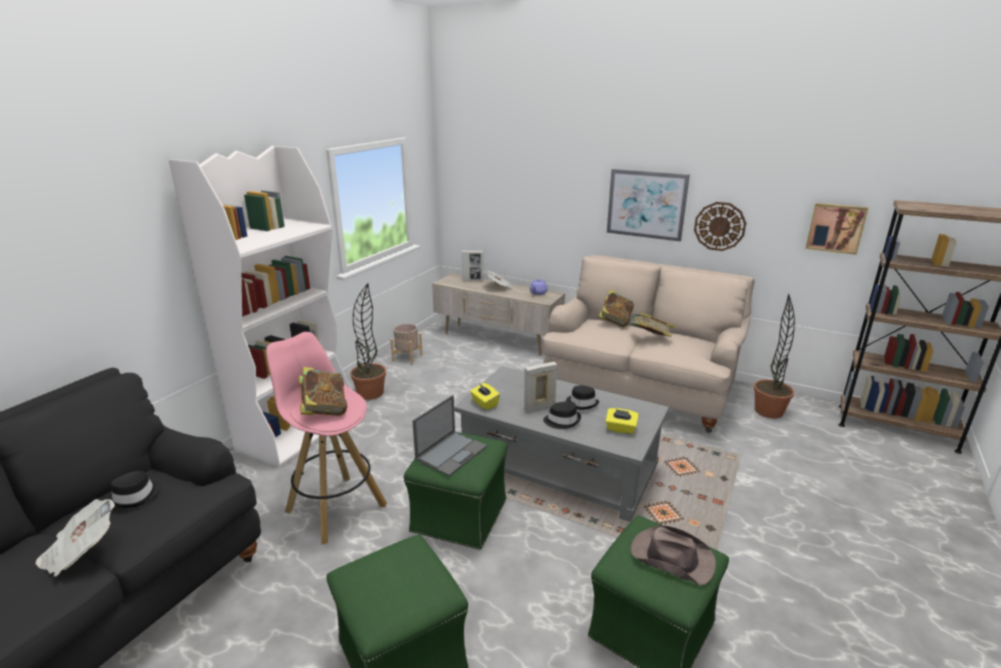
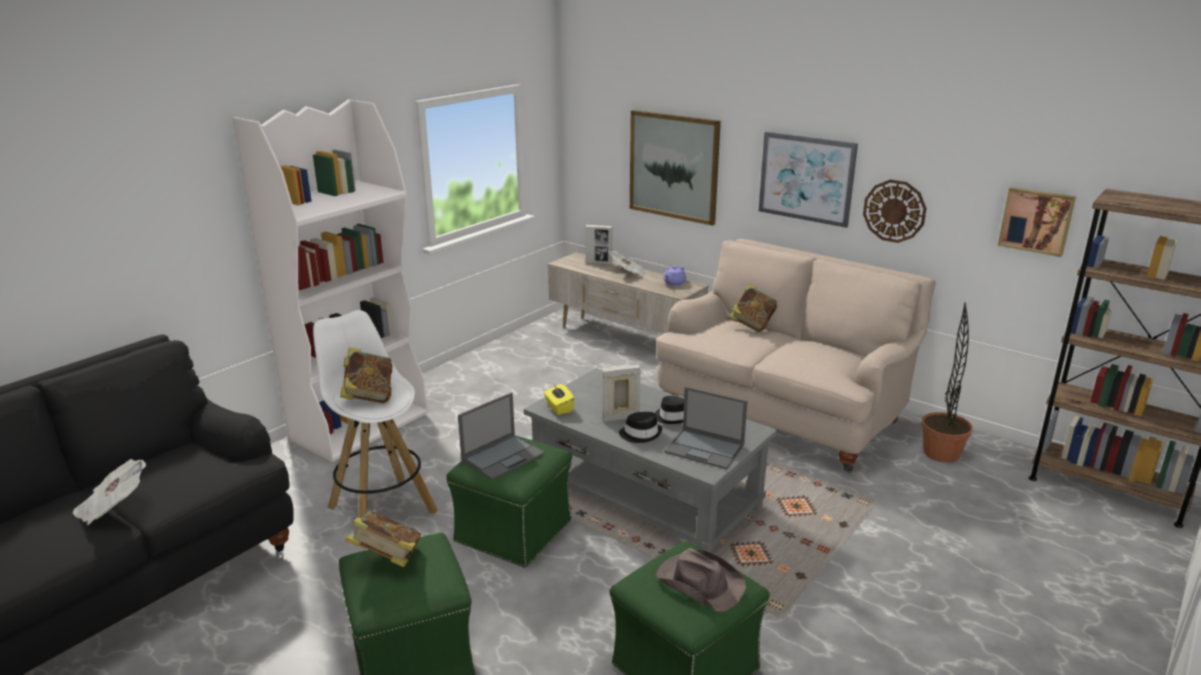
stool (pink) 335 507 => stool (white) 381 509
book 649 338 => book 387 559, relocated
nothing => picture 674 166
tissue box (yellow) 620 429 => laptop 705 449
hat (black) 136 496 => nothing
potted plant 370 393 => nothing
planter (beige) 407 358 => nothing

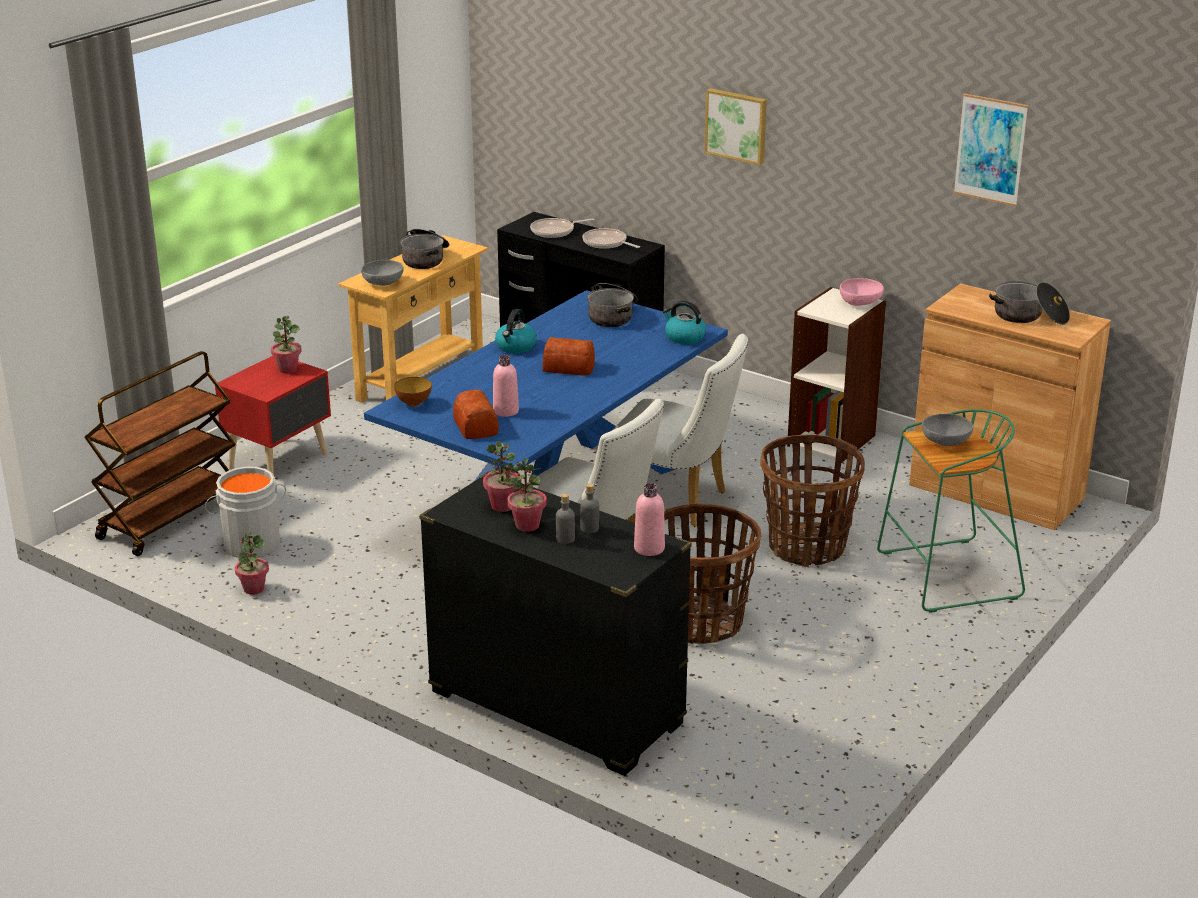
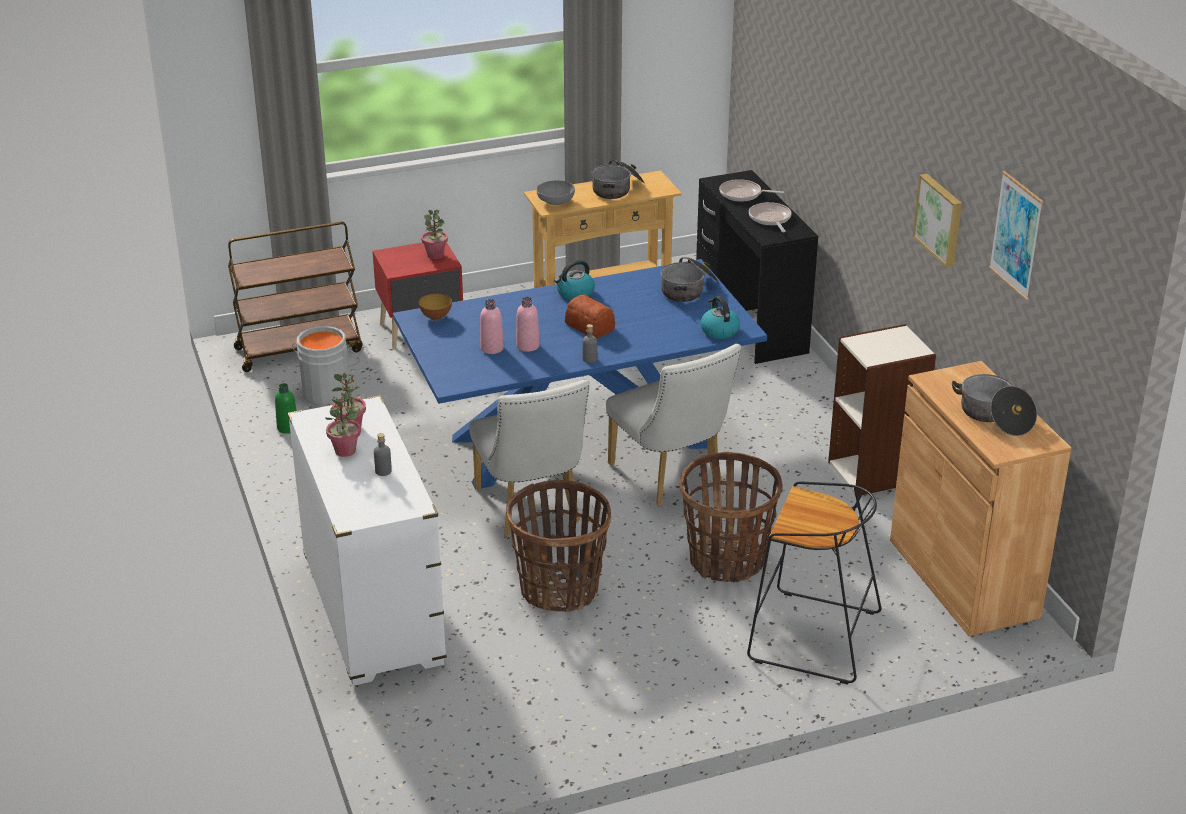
potted plant 253 589 => bottle (green) 288 428
dresser (black) 555 708 => dresser (white) 372 611
bottle (pink) 649 548 => bottle (pink) 527 346, relocated
bottle (grey) 565 539 => bottle (grey) 589 359, relocated
stool (green) 946 577 => stool (black) 811 637
picture 737 125 => picture 940 219, relocated
bread 476 426 => nothing
bowl (pink) 860 303 => nothing
bowl (grey) 946 443 => nothing

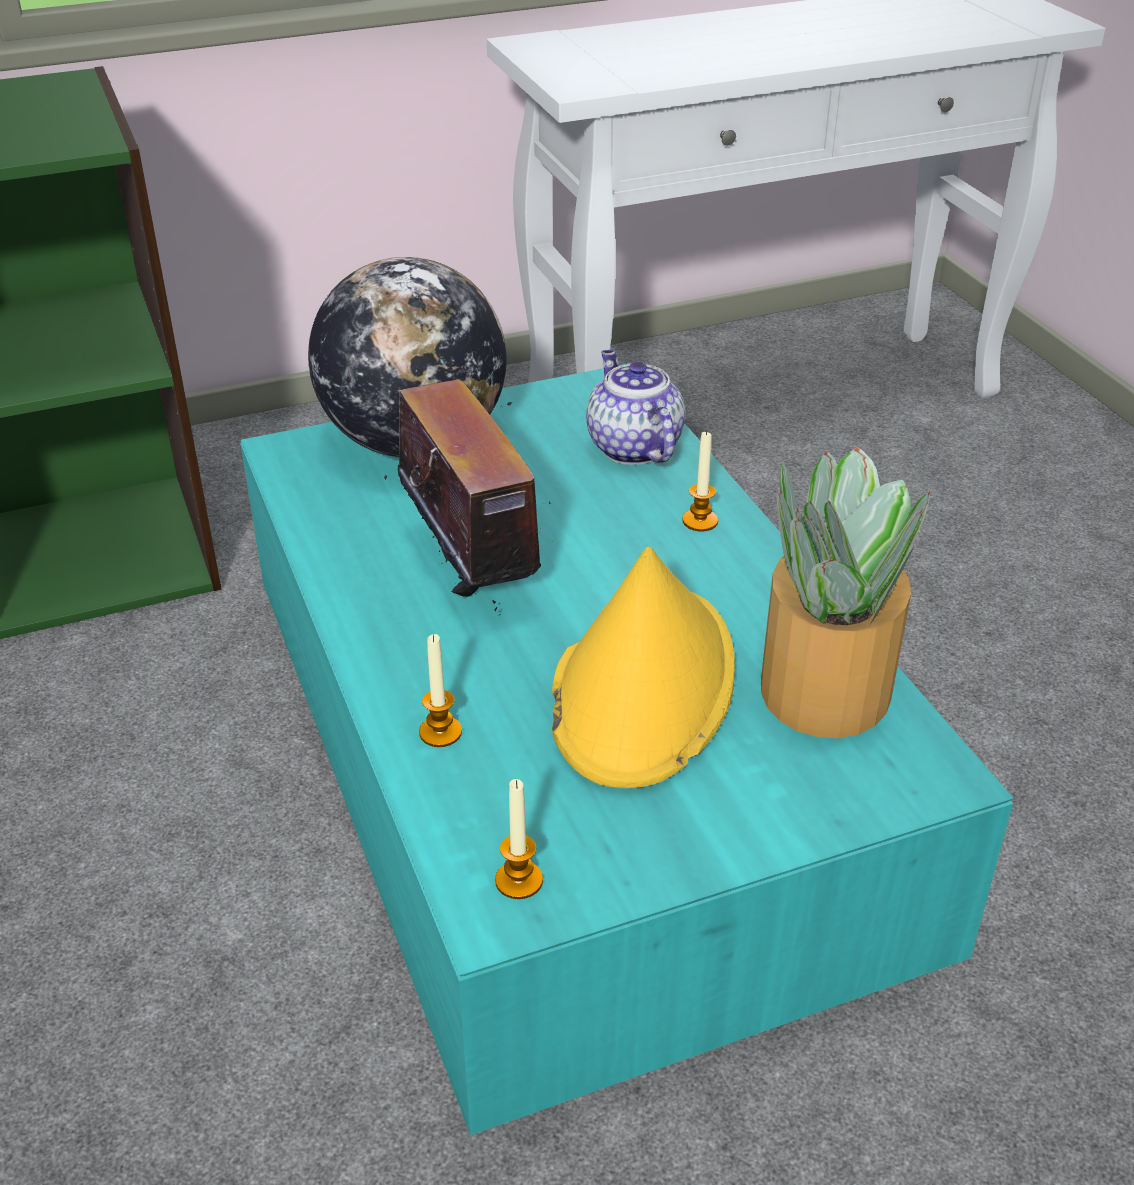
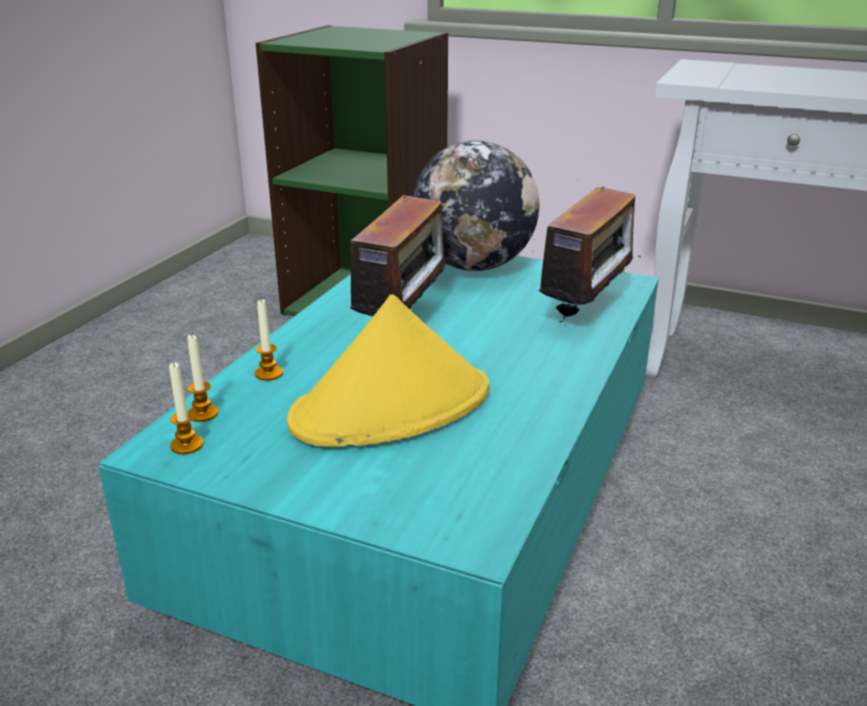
candle 700 521 => candle 203 413, relocated
teapot 632 447 => radio 586 310
potted plant 823 691 => nothing

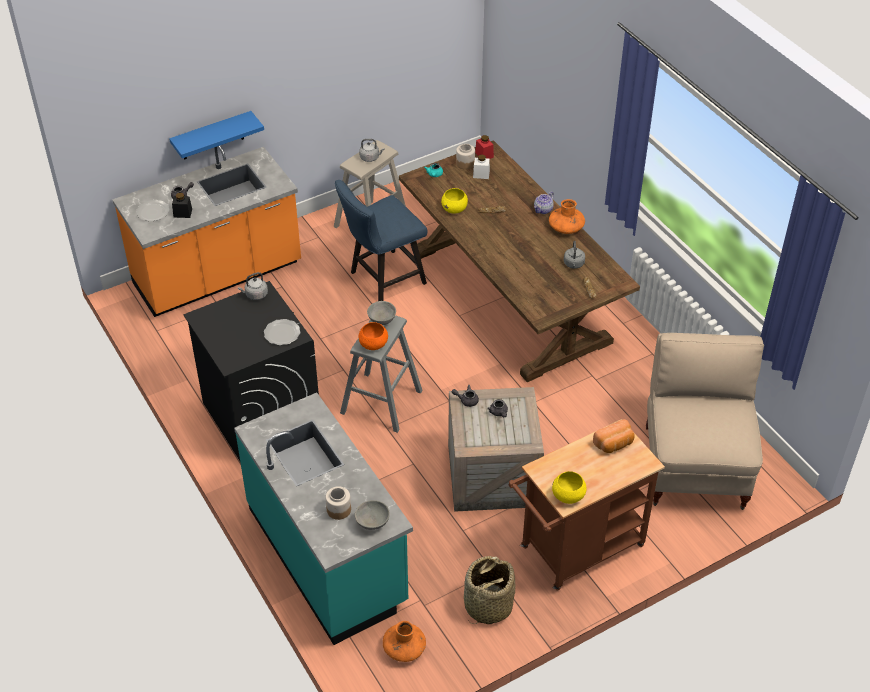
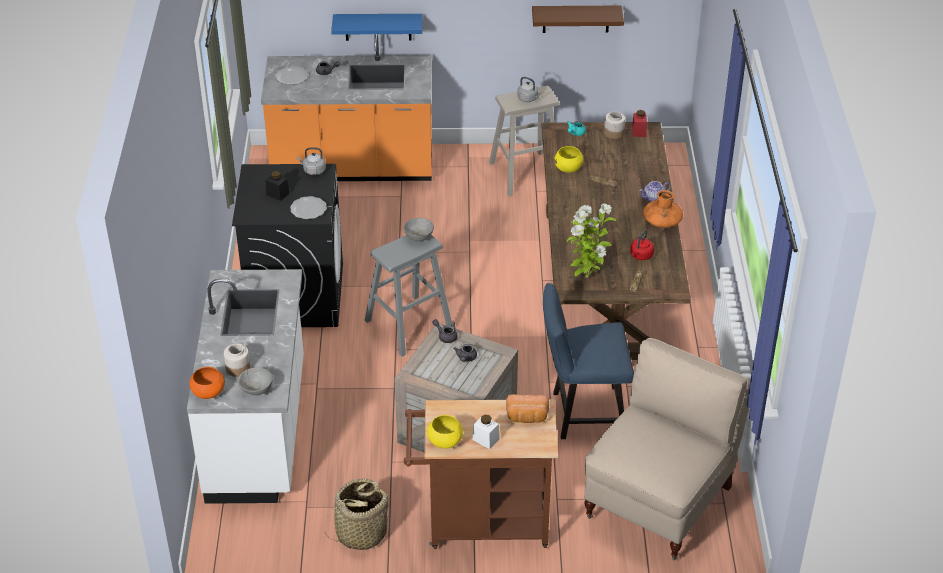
counter (turquoise) 328 555 => counter (white) 259 431
bowl (orange) 373 344 => bowl (orange) 208 392, relocated
jar (black) 183 213 => jar (black) 277 194, relocated
jar (white) 481 174 => jar (white) 486 439, relocated
nothing => shelf (brown) 576 18
chair (blue) 383 279 => chair (blue) 582 414, relocated
nothing => potted plant 586 277
kettle (grey) 573 264 => kettle (red) 640 256
vase (orange) 404 648 => nothing

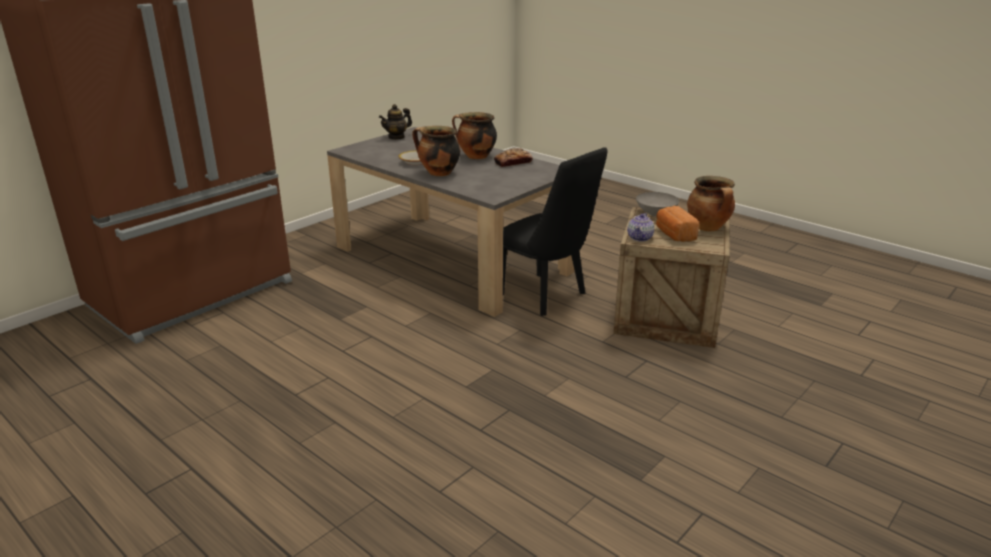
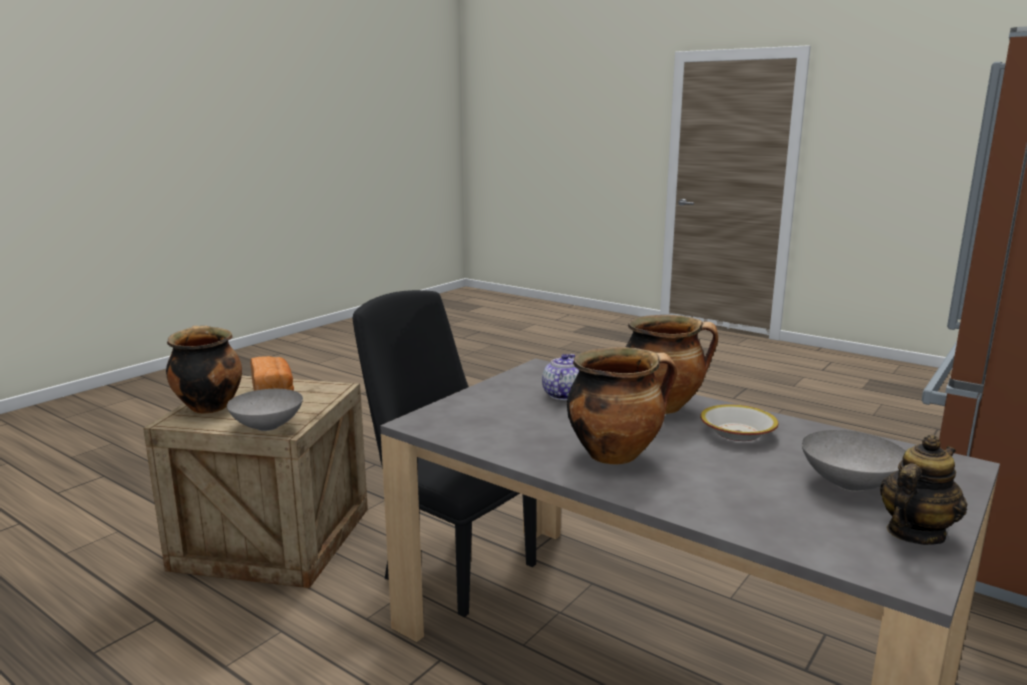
teapot 640 238 => teapot 563 395, relocated
nothing => bowl (grey) 851 484
bread 513 163 => nothing

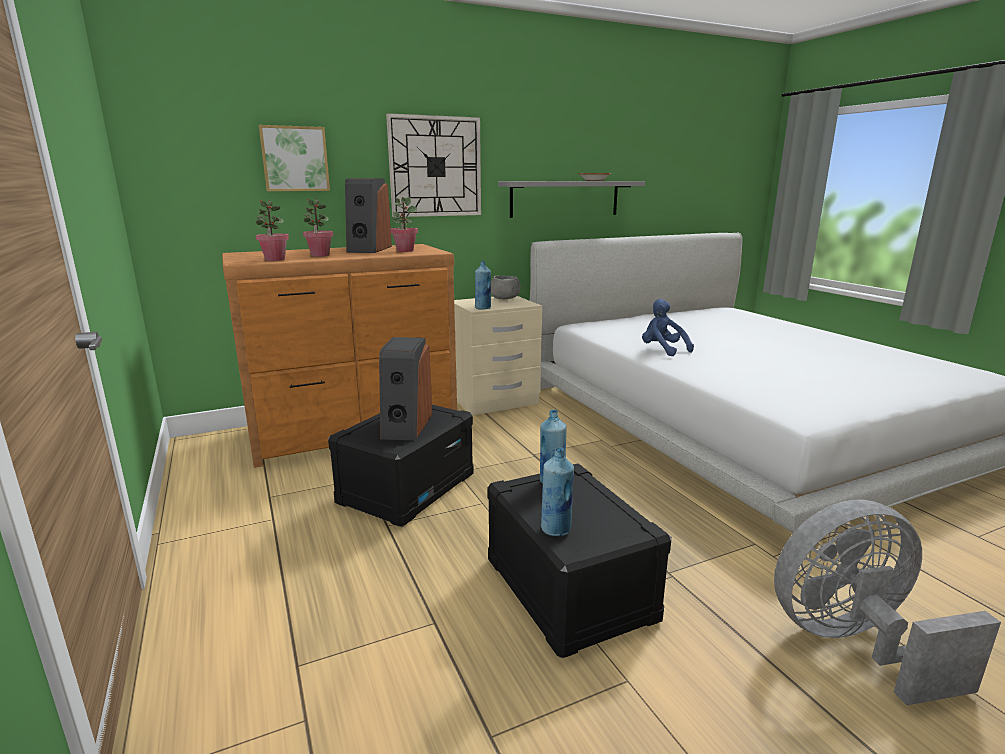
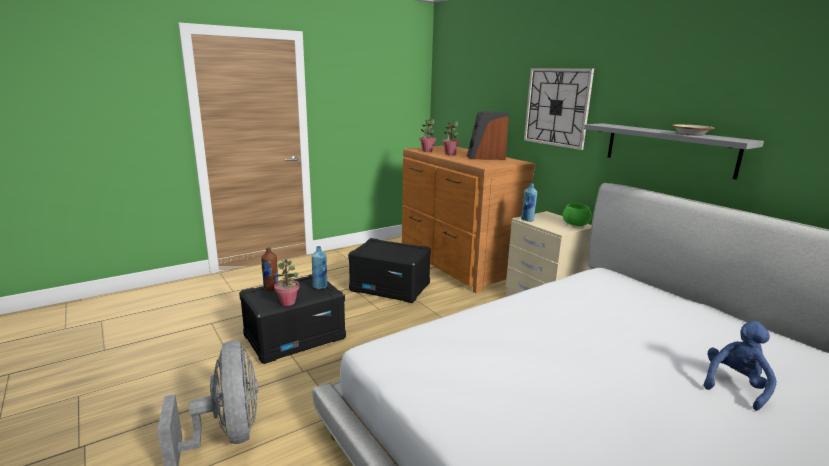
bottle (blue) 556 529 => bottle (brown) 271 288
potted plant 405 251 => potted plant 288 302, relocated
bowl (grey) 504 298 => bowl (green) 575 224
plush toy (blue) 662 350 => plush toy (blue) 735 386, relocated
picture 295 159 => nothing
speaker 406 425 => nothing

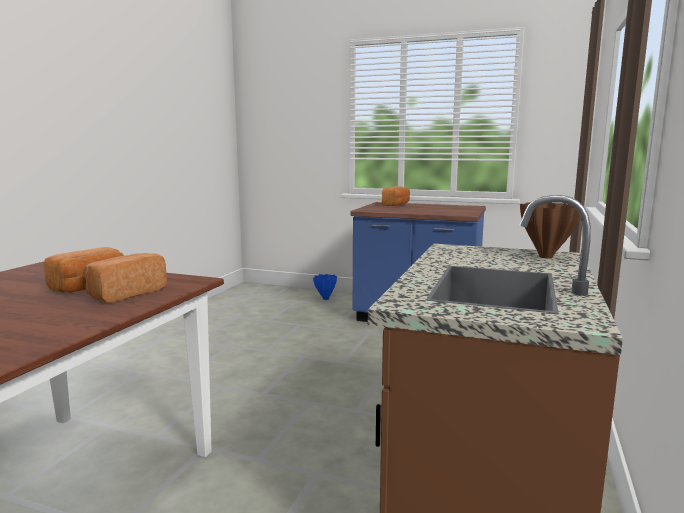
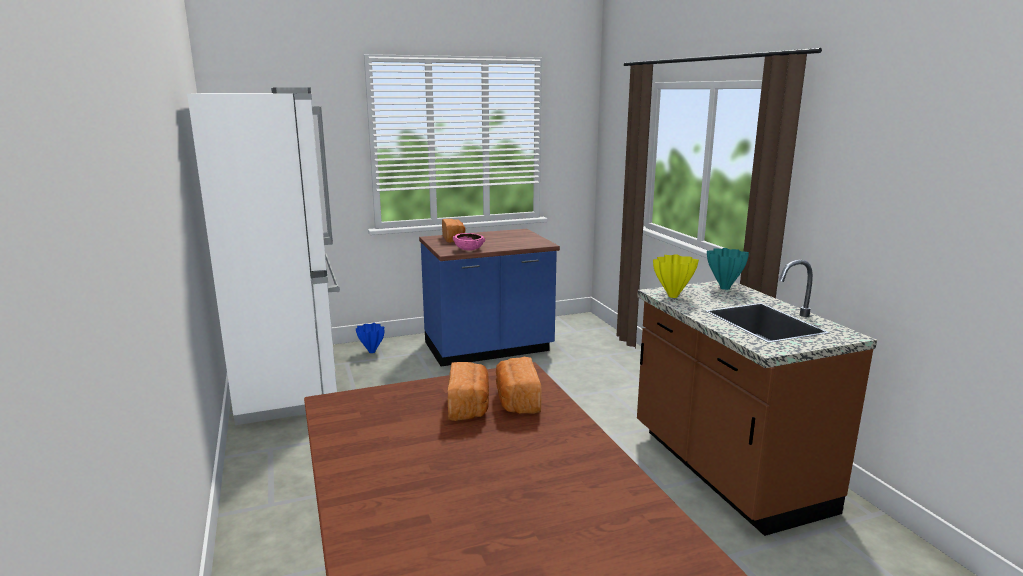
nothing => fridge (white) 290 384
nothing => bowl (pink) 469 249
nothing => vase (yellow) 674 296
vase (brown) 546 256 => vase (turquoise) 724 288

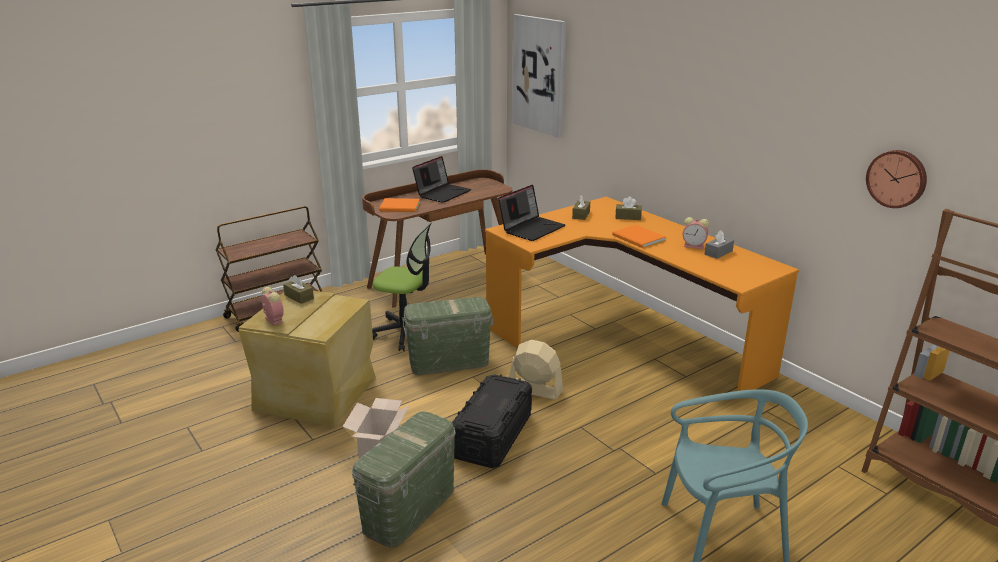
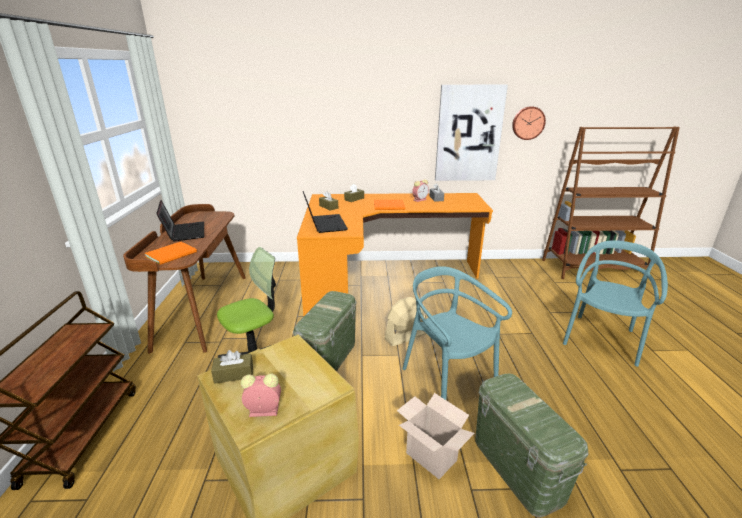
storage box (black) 493 436 => chair (turquoise) 447 378
picture 539 75 => picture 468 134, relocated

